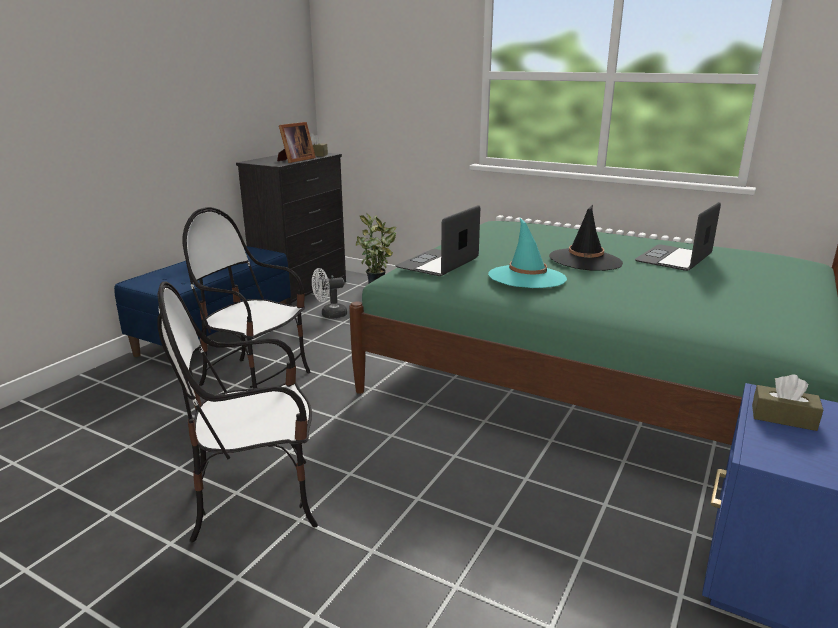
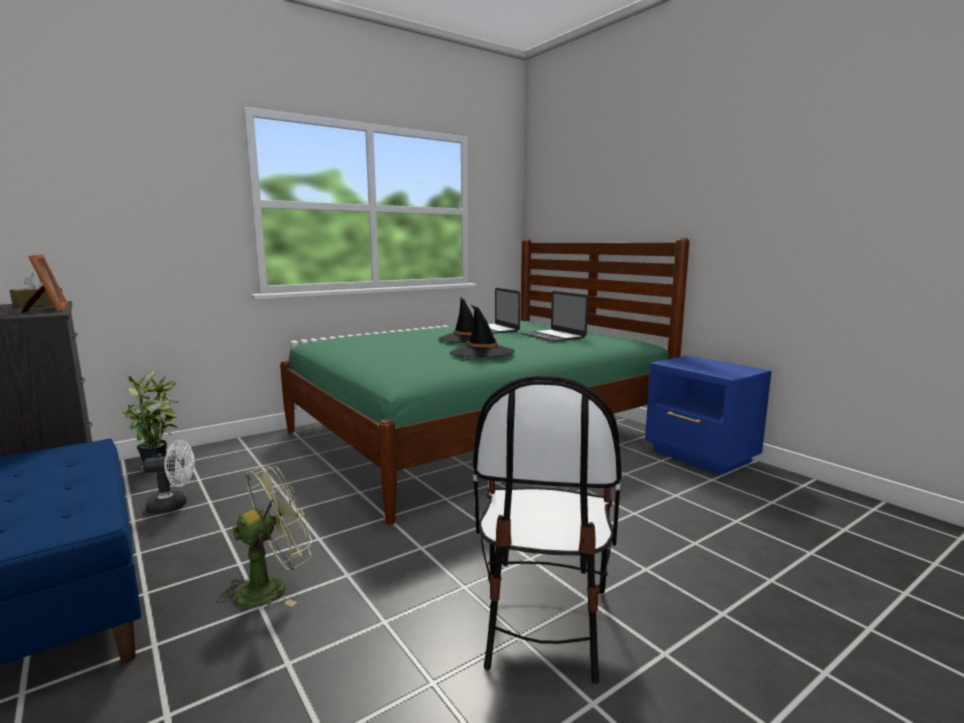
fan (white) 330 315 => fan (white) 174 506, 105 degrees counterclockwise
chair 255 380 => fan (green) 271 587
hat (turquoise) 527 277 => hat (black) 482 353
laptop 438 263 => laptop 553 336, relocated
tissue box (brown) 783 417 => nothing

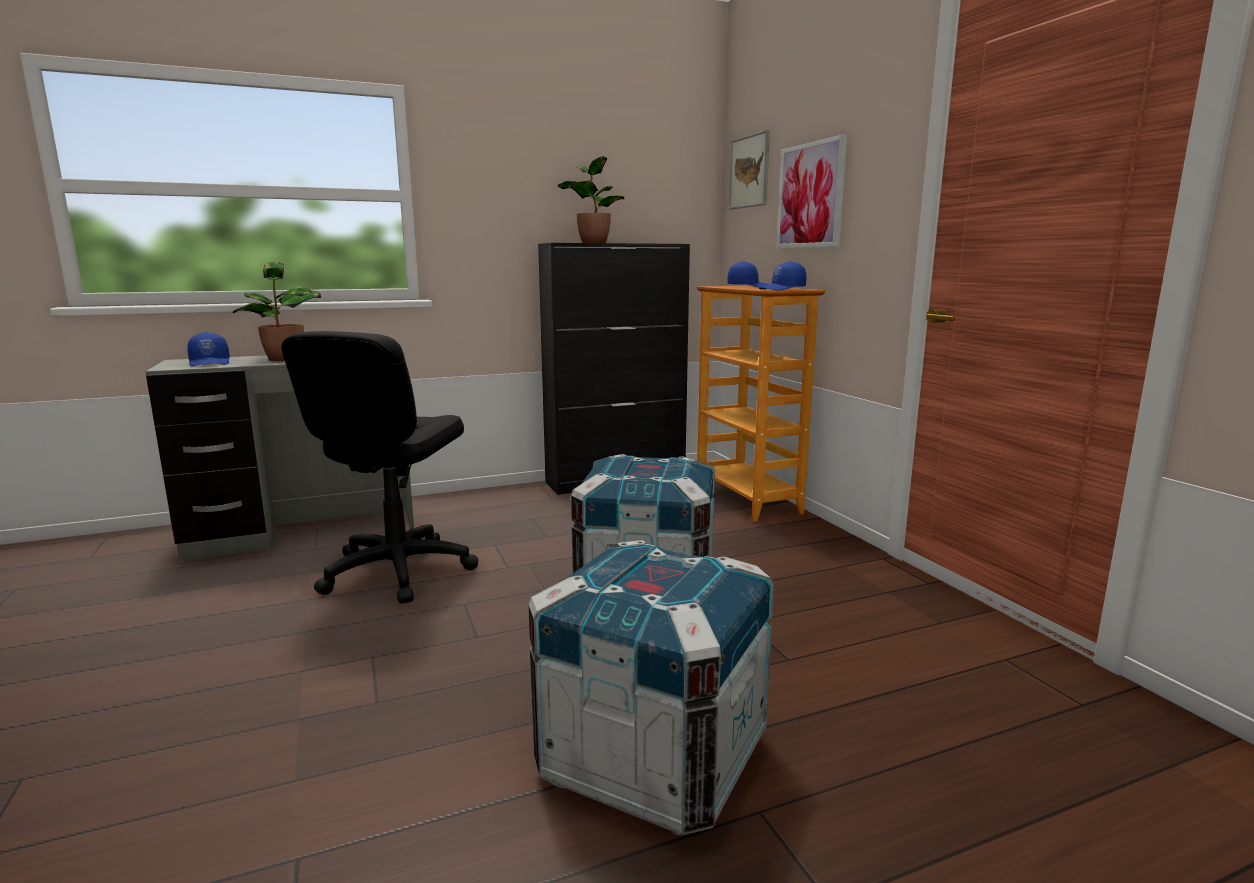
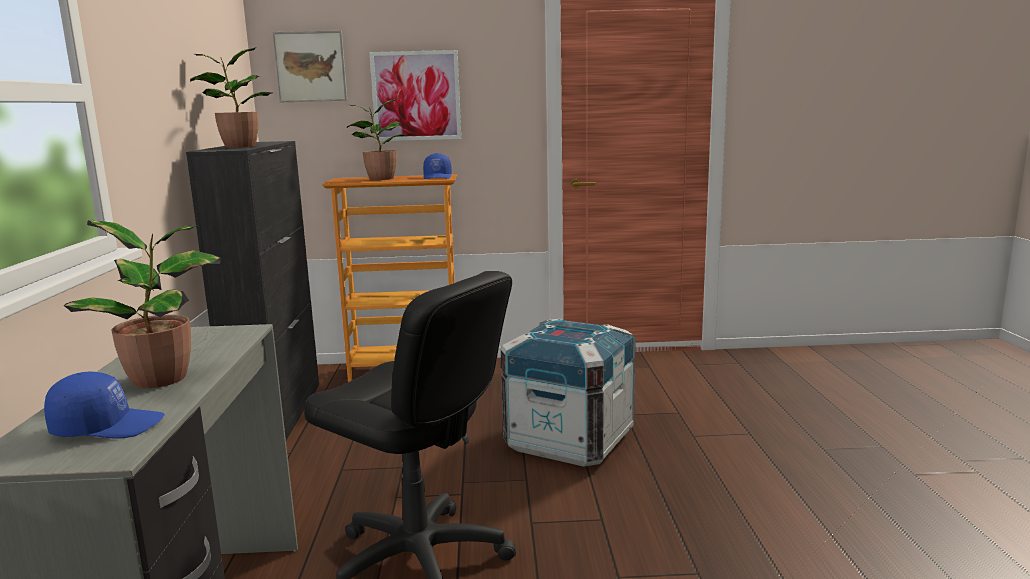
cap (blue) 749 287 => potted plant 379 179
crate 653 758 => nothing

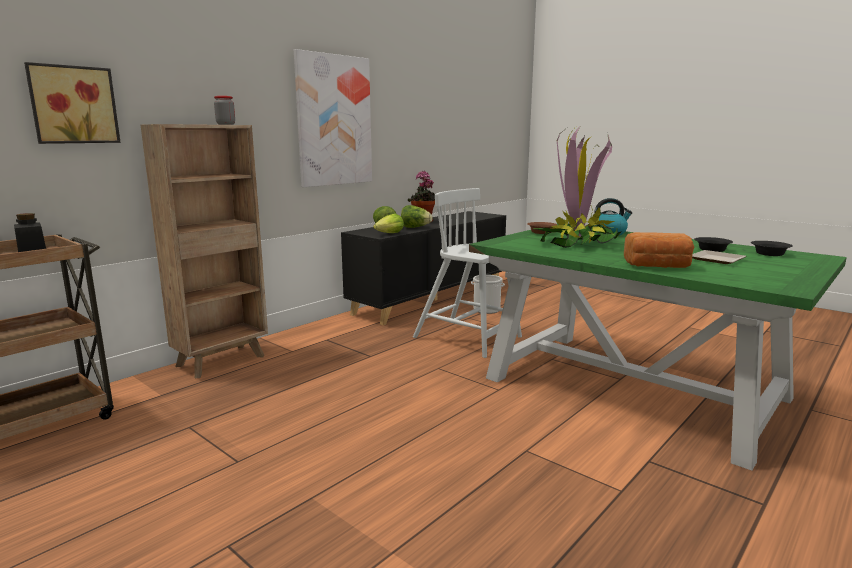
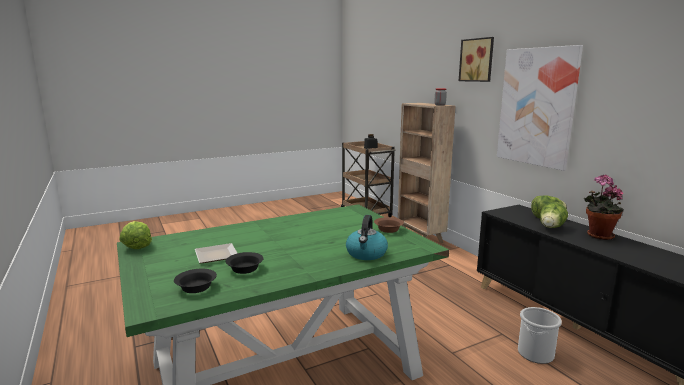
lettuce 389 234 => lettuce 136 245, relocated
picture 73 105 => picture 477 60, relocated
chair (white) 469 338 => nothing
potted plant 578 243 => nothing
bread 658 266 => nothing

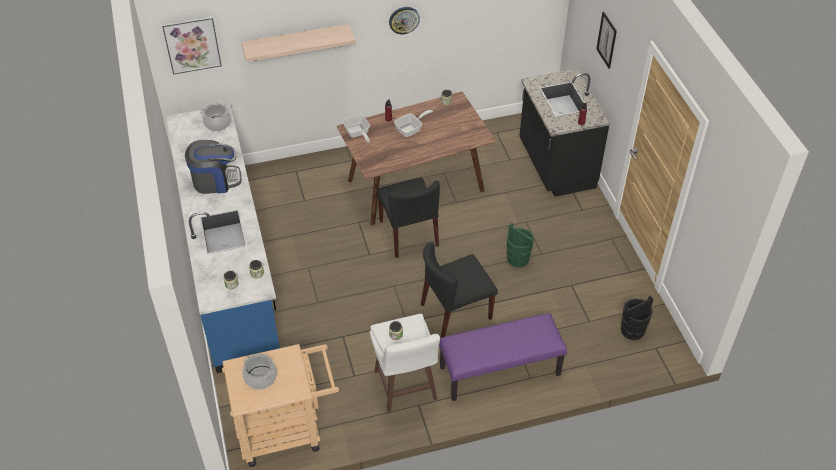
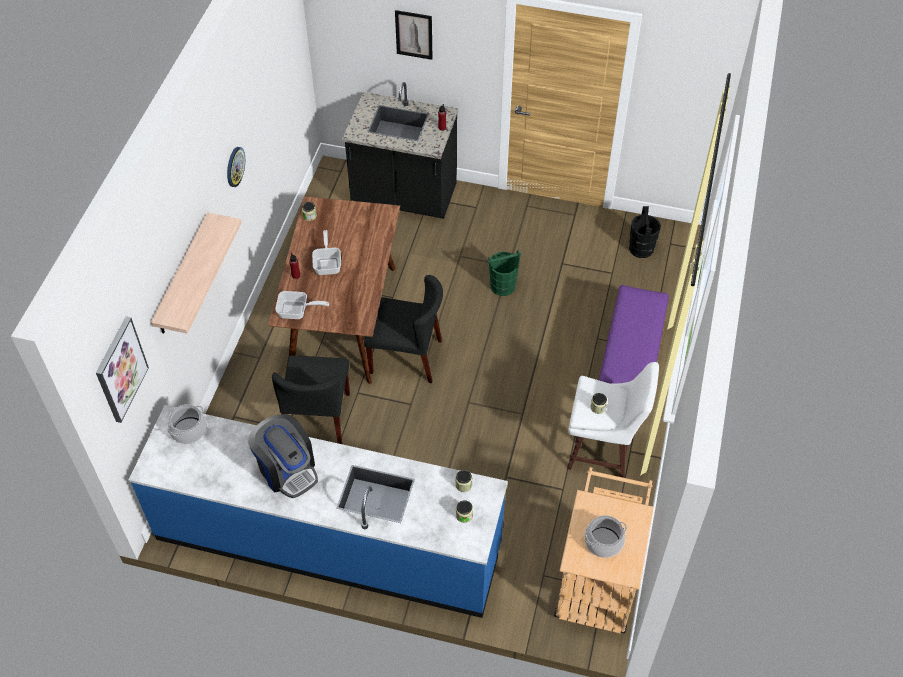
coffee machine 215 180 => coffee machine 287 469, 120 degrees clockwise
chair (black) 455 312 => chair (black) 318 419, relocated

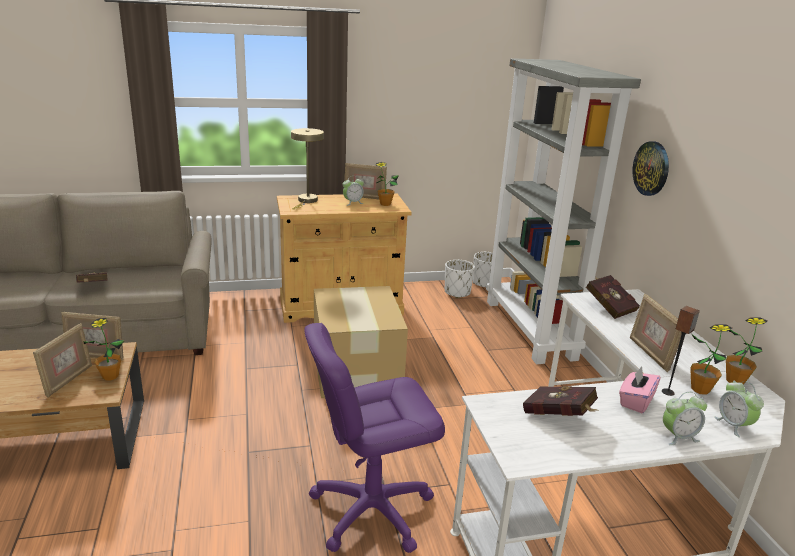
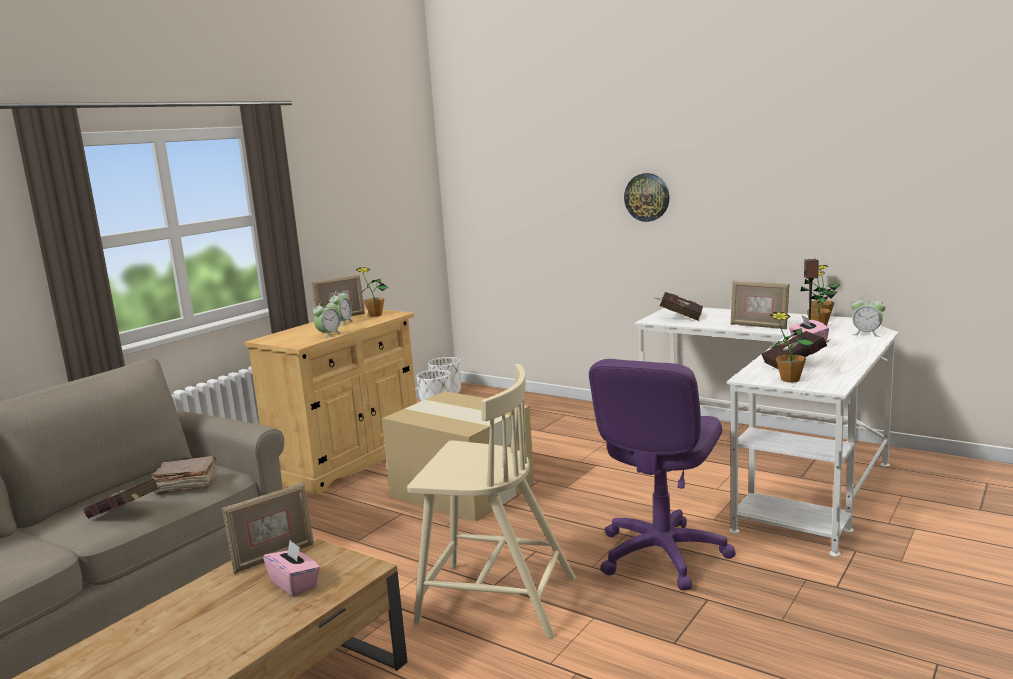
nothing => book (brown) 186 485
picture frame 68 380 => tissue box (pink) 295 584
alarm clock 678 437 => alarm clock 329 335, relocated
nothing => chair (beige) 494 599
potted plant 110 376 => potted plant 790 380, relocated
table lamp (beige) 306 201 => nothing
bookcase (grey) 530 329 => nothing

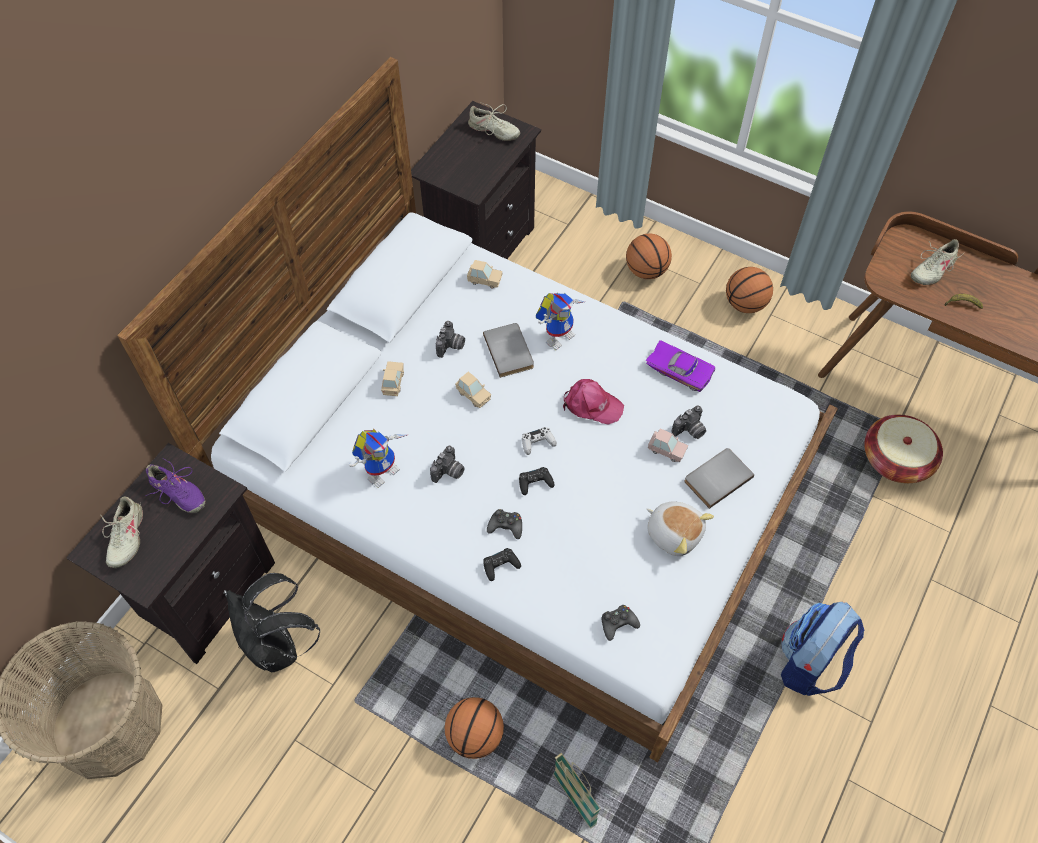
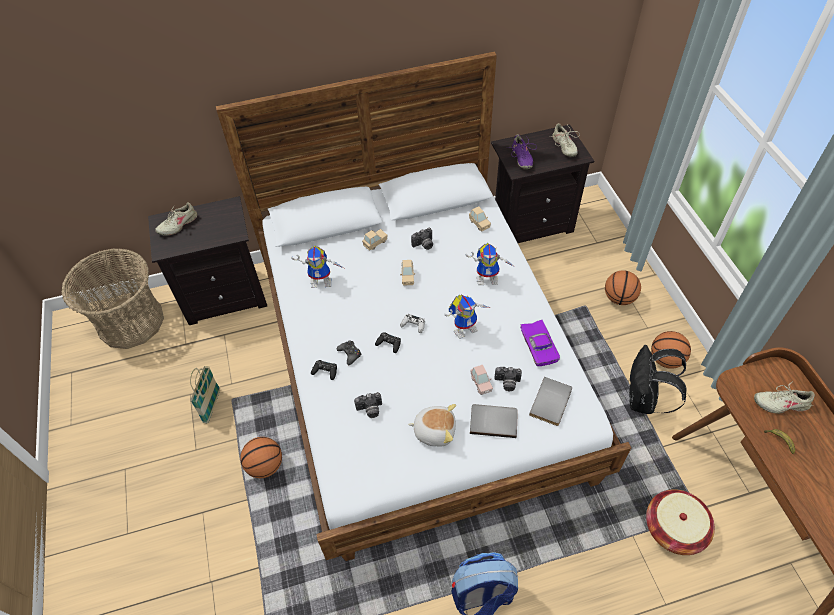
basket 574 799 => basket 212 406, relocated
photo camera 449 472 => photo camera 370 410, relocated
plush toy 674 533 => plush toy 434 430, 75 degrees counterclockwise
cap (pink) 592 405 => toy robot 465 327
shoe (purple) 178 493 => shoe (purple) 521 158, relocated
book (grey) 510 351 => book (grey) 552 403, relocated
backpack (black) 278 646 => backpack (black) 643 400, relocated
game controller (black) 618 623 => nothing

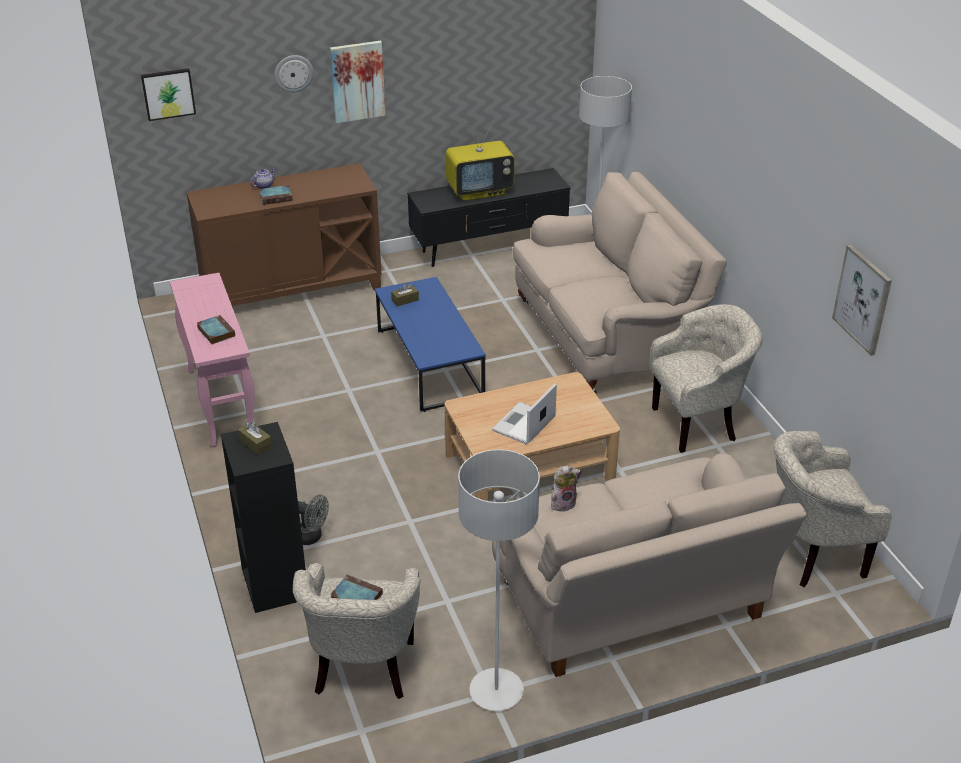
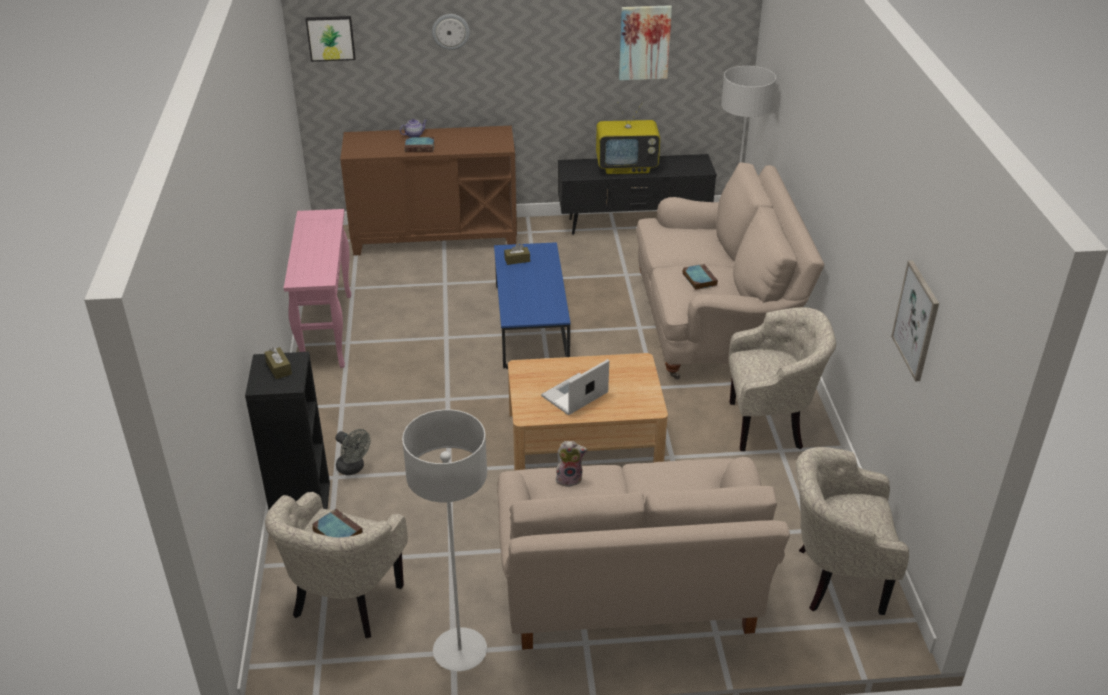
picture 357 81 => picture 644 42, relocated
book 215 332 => book 698 279, relocated

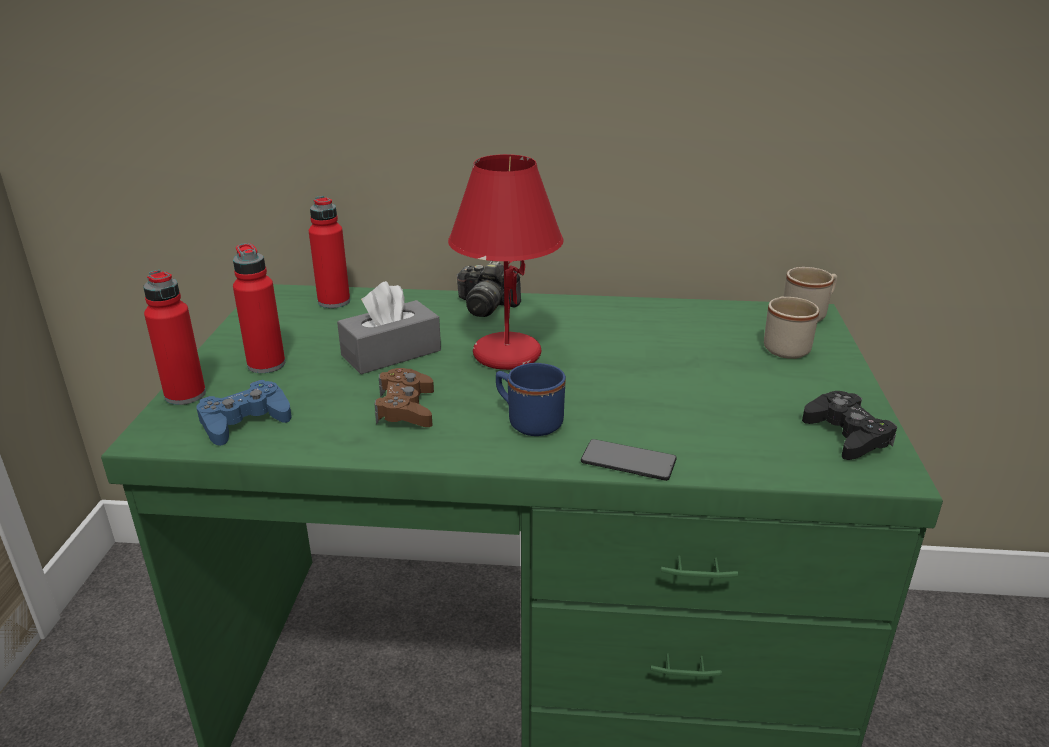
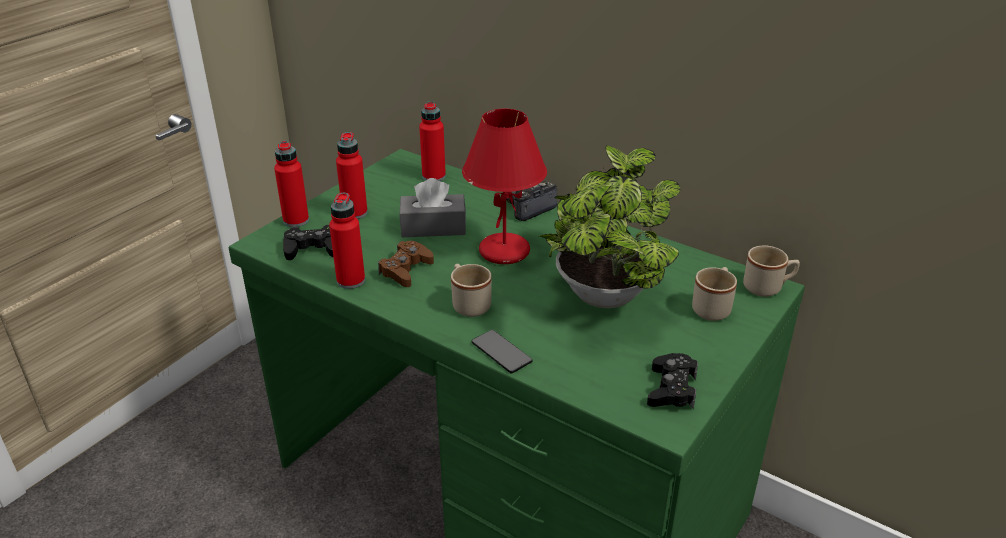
game controller (blue) 245 421 => game controller (black) 312 248
nothing => bottle (red) 351 281
mug (blue) 528 421 => mug (beige) 469 304
photo camera 486 306 => photo camera 529 209, 90 degrees clockwise
nothing => potted plant 603 299

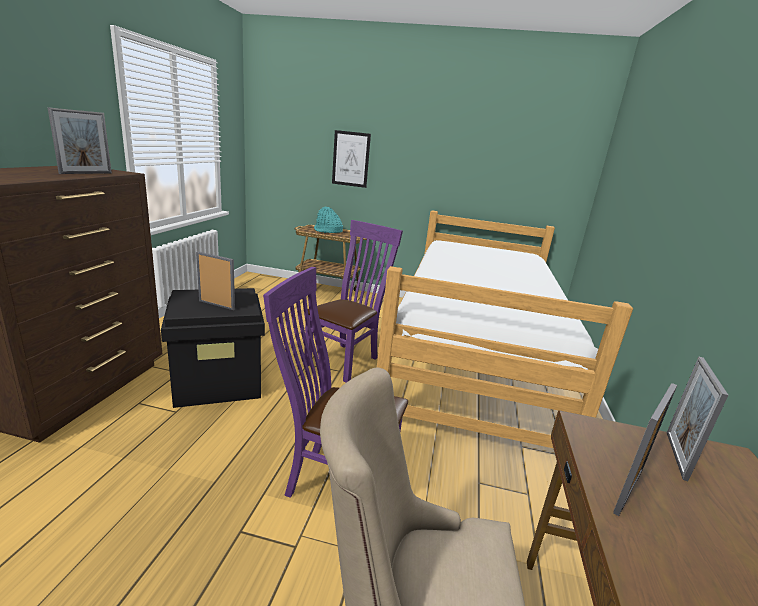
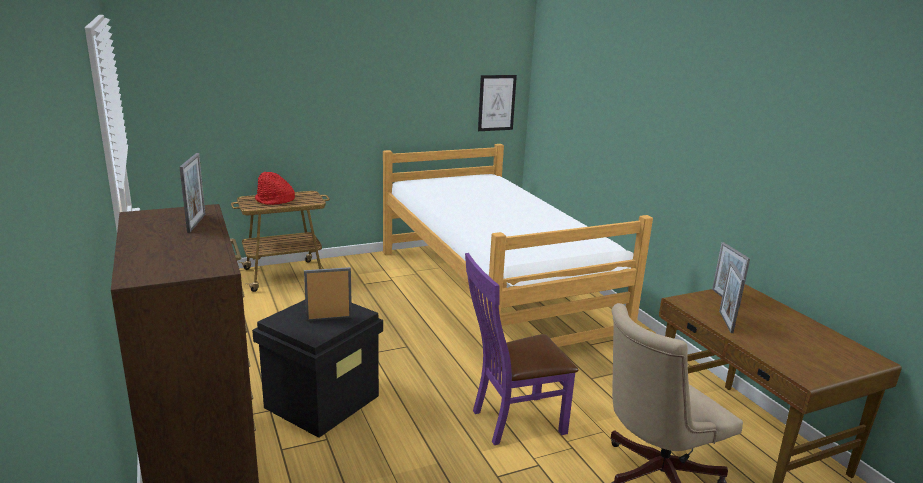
hat (turquoise) 327 231 => hat (red) 274 201
picture 351 159 => picture 496 103, relocated
chair (purple) 346 360 => nothing

